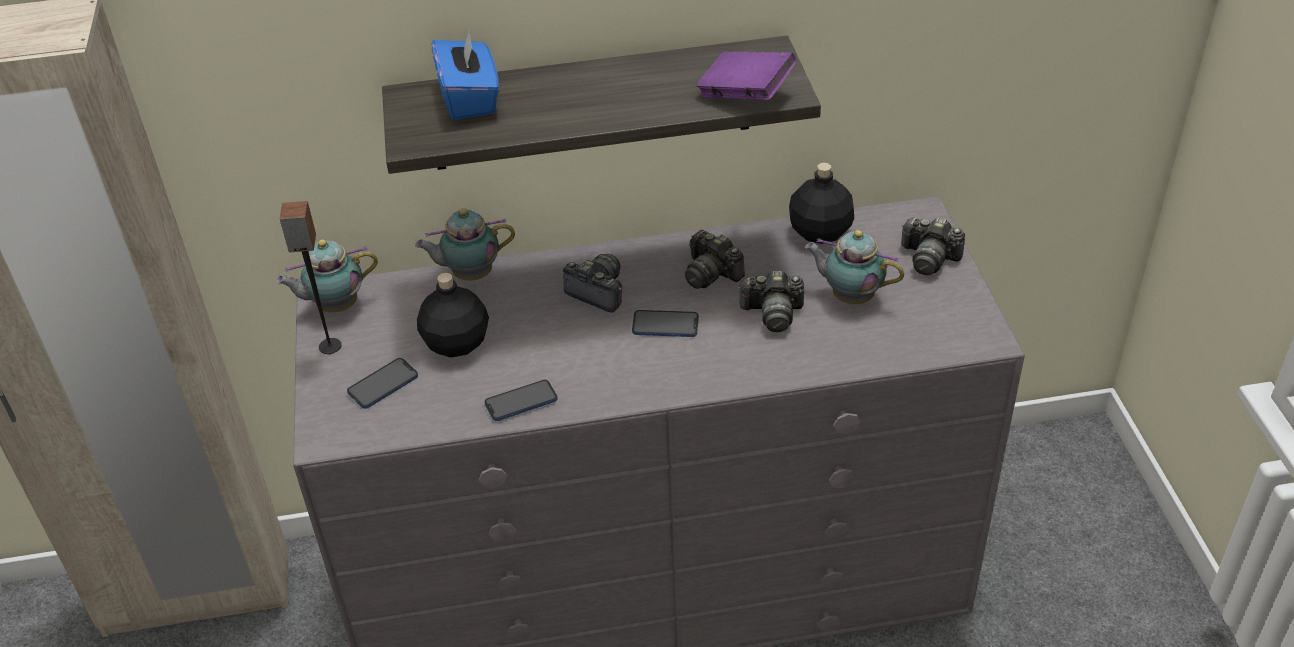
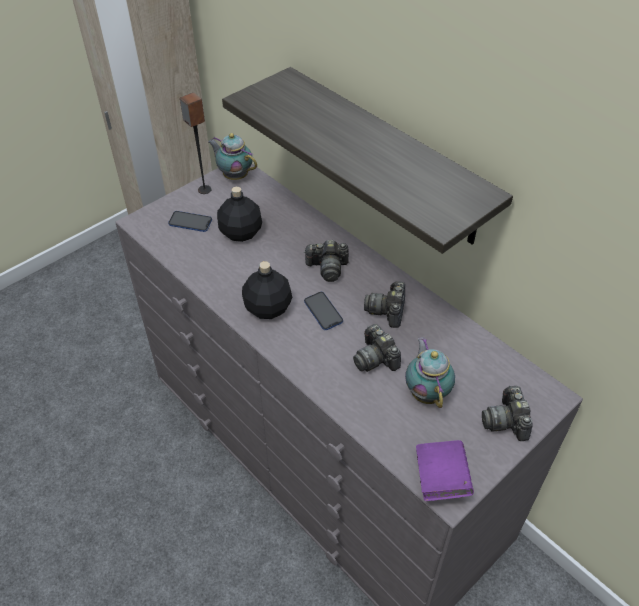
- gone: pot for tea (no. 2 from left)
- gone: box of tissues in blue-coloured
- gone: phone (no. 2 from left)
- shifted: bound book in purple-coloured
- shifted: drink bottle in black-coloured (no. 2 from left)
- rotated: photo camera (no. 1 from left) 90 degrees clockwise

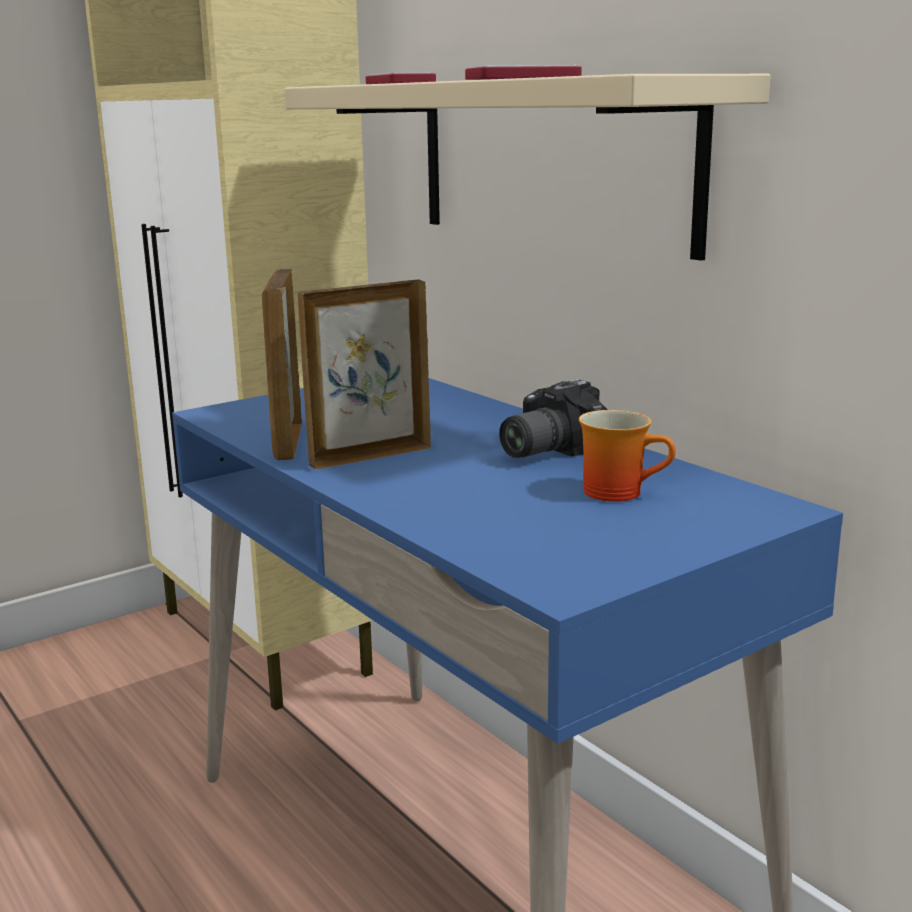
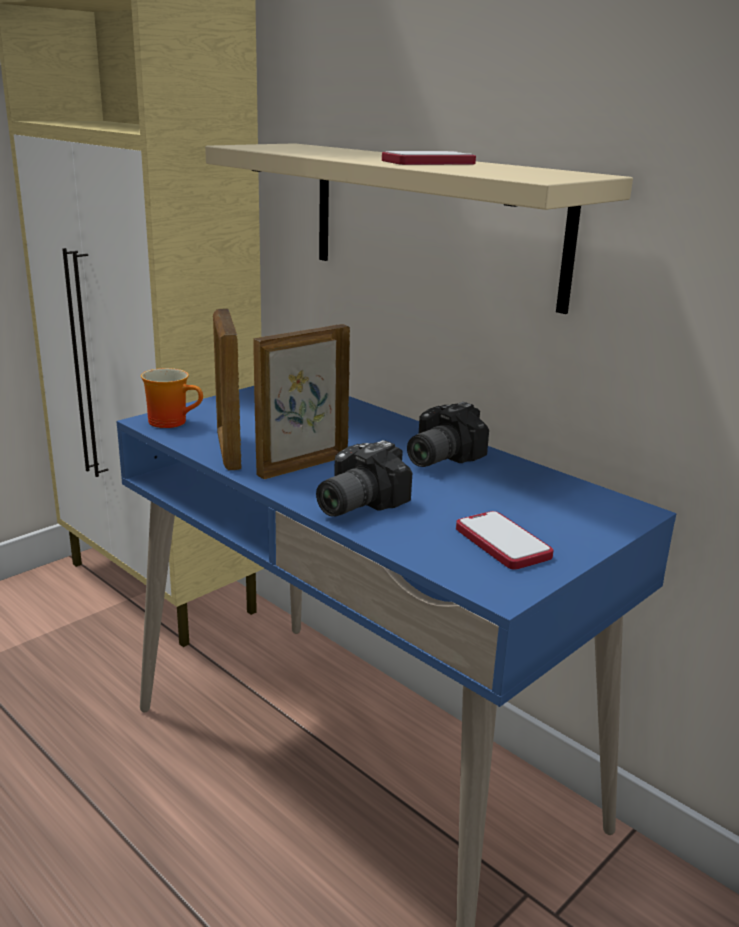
- new: photo camera (no. 1 from left)
- shifted: phone (no. 1 from left in the first image) to phone (no. 2 from left)
- shifted: mug

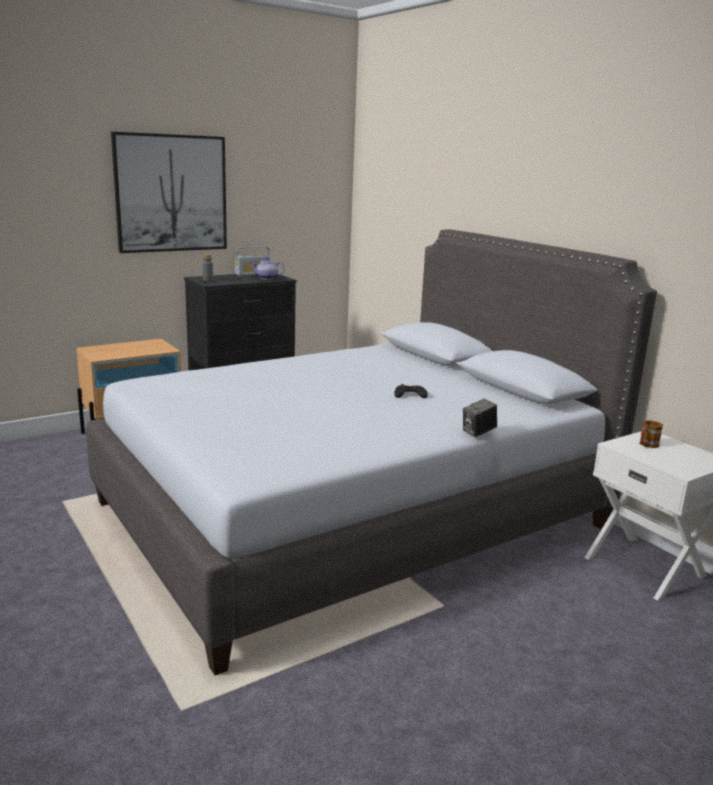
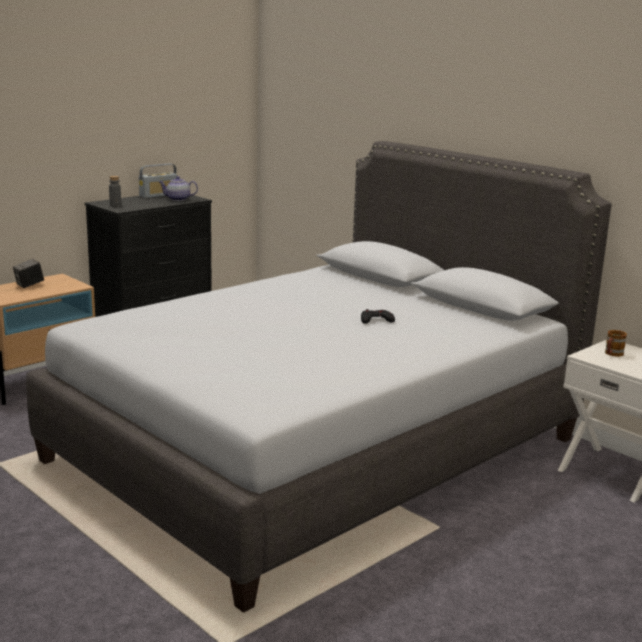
- gone: picture
- shifted: photo camera

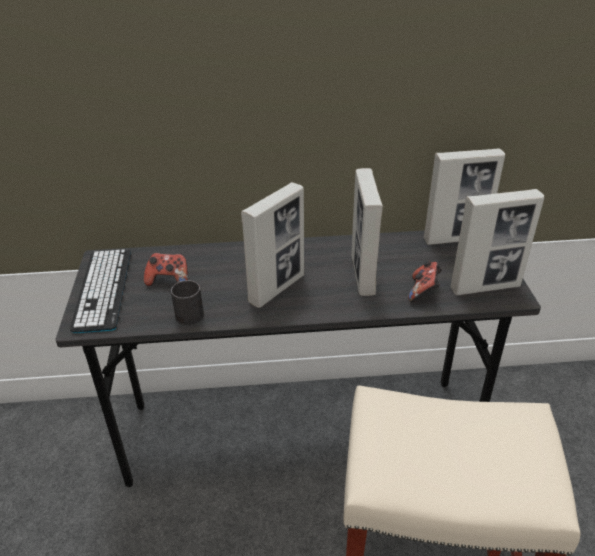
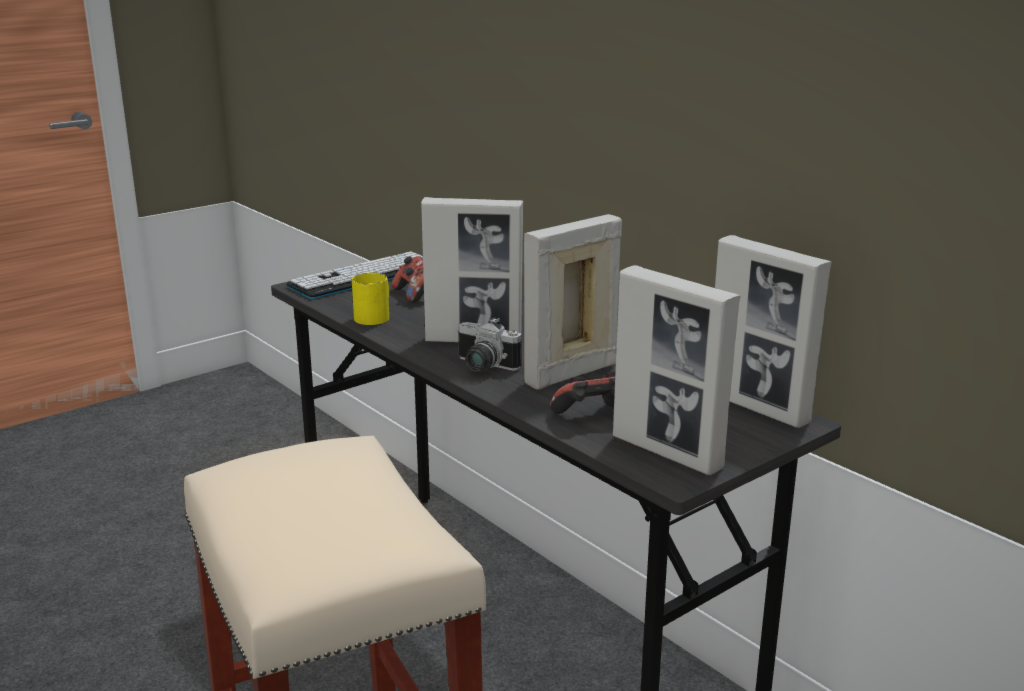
- new: photo camera
- repainted: mug in black-coloured to mug in yellow-coloured

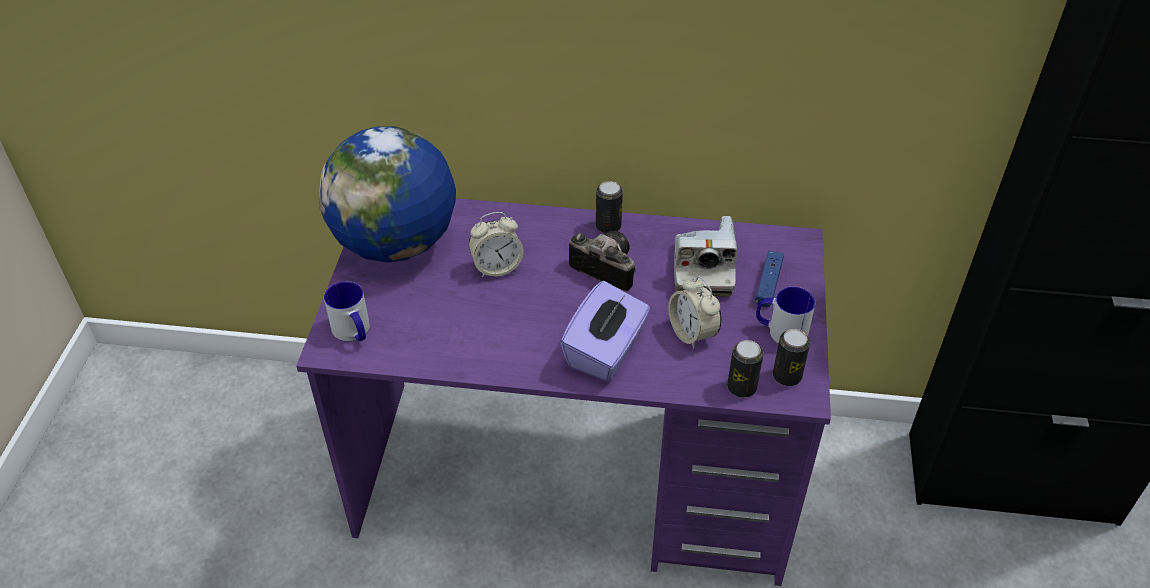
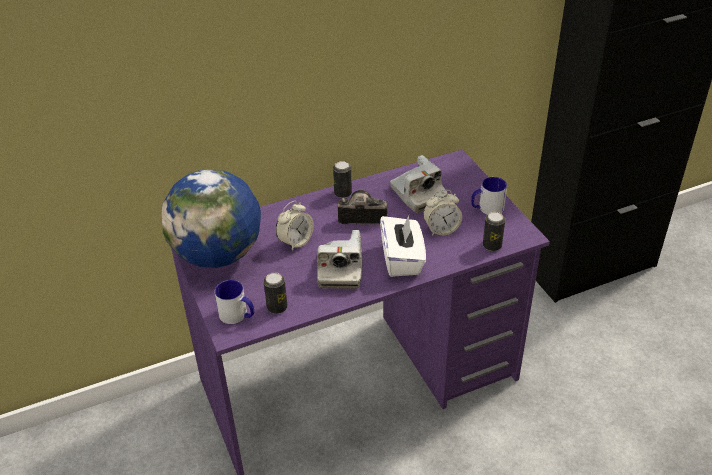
- gone: game controller in blue-coloured
- new: photo camera (no. 1 from left)
- shifted: can (no. 3 from left in the first image) to can (no. 1 from left)
- repainted: box of tissues in purple-coloured to box of tissues in white-coloured
- rotated: bedside clock (no. 2 from left) 45 degrees counterclockwise

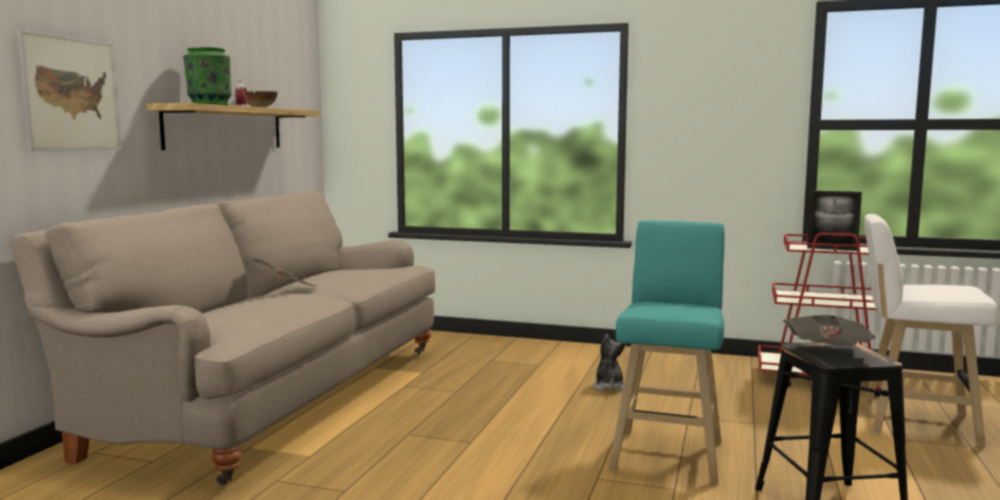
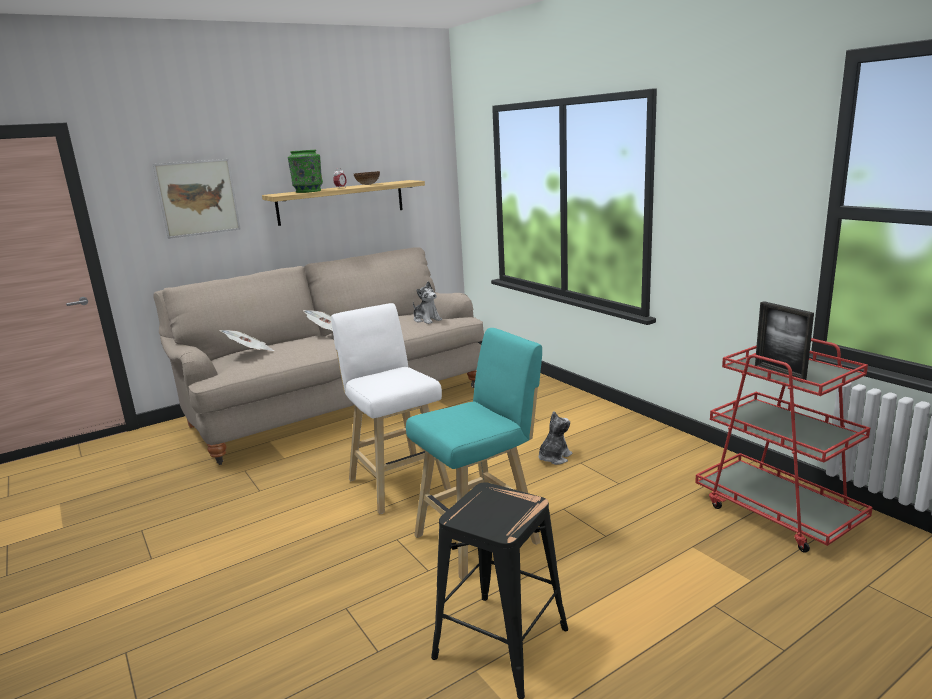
- new: soft toy (no. 1 from left)
- shifted: newspaper (no. 2 from left in the first image) to newspaper (no. 1 from left)
- shifted: sitting stool in white-coloured

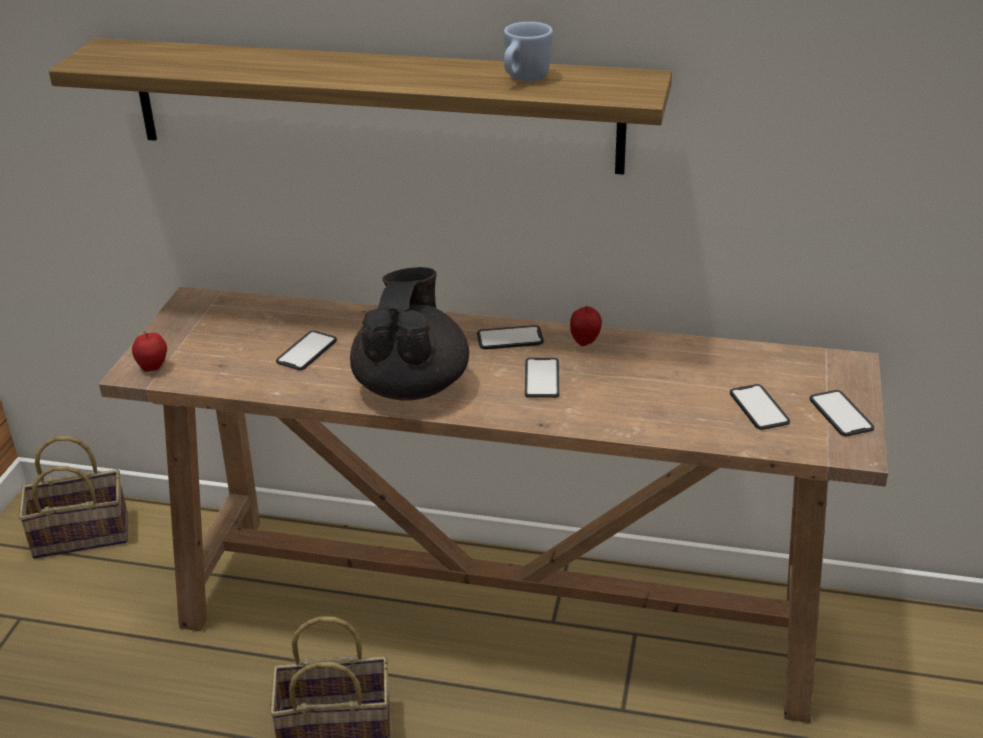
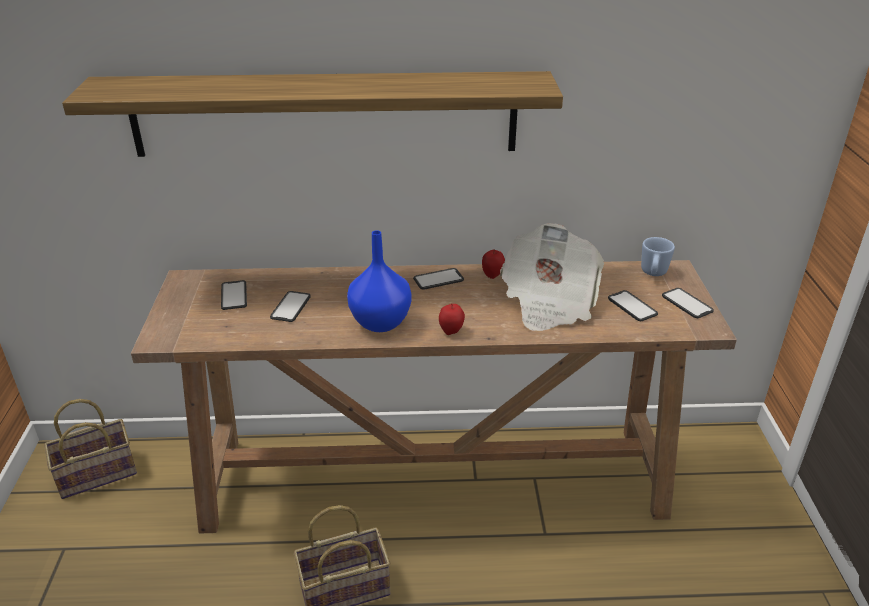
- new: newspaper
- shifted: apple fruit (no. 1 from left)
- shifted: mug in blue-coloured
- shifted: phone (no. 3 from left in the first image) to phone (no. 1 from left)
- swapped: pot for tea in black-coloured to vase in blue-coloured

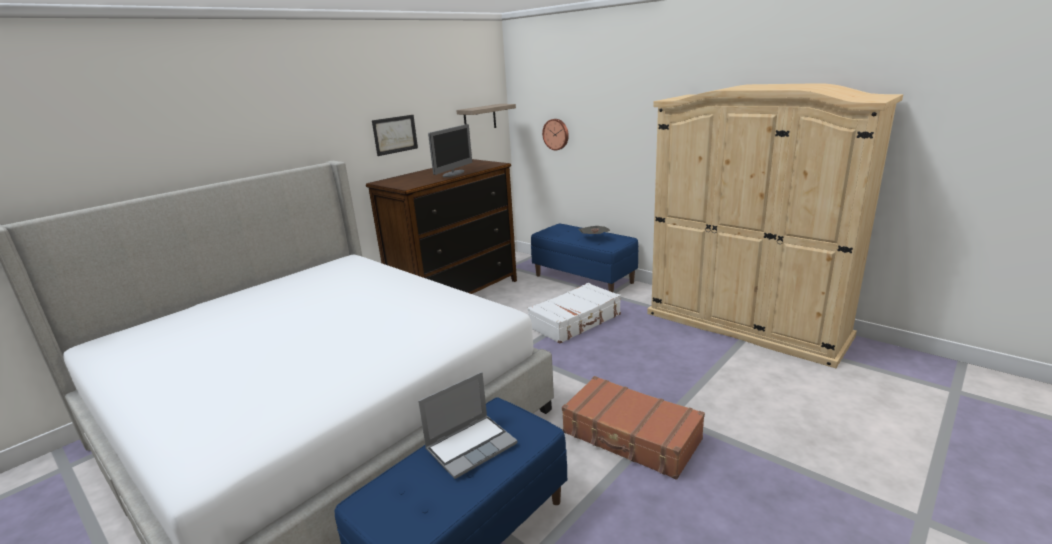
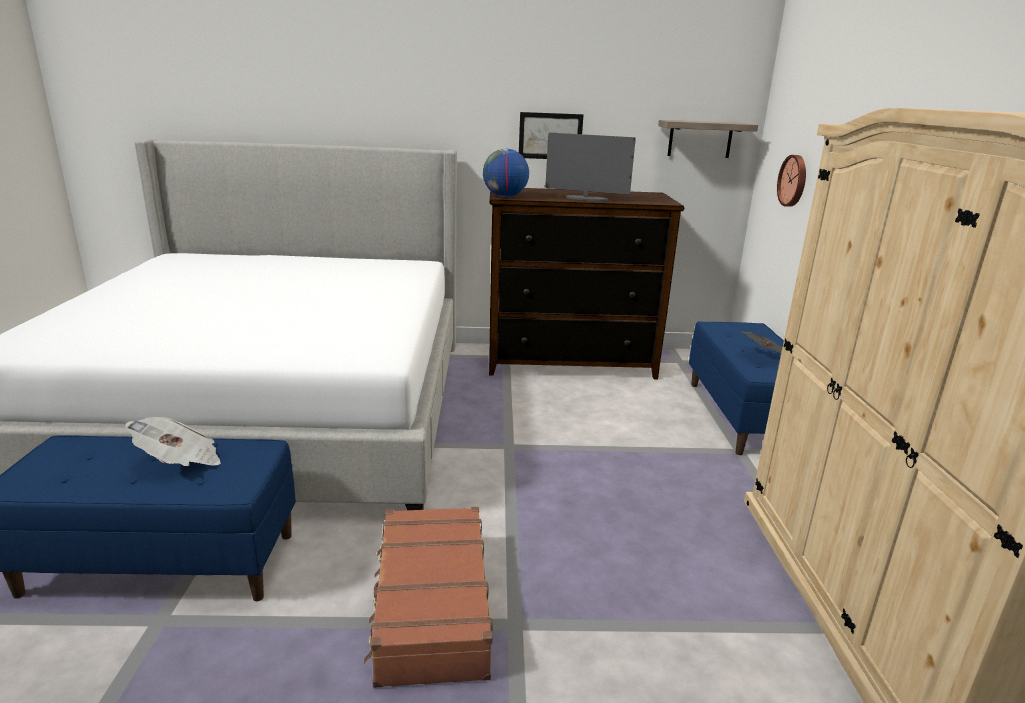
- gone: suitcase in white-coloured
- new: globe
- swapped: portable computer to newspaper (no. 1 from left)
- rotated: monitor 150 degrees counterclockwise

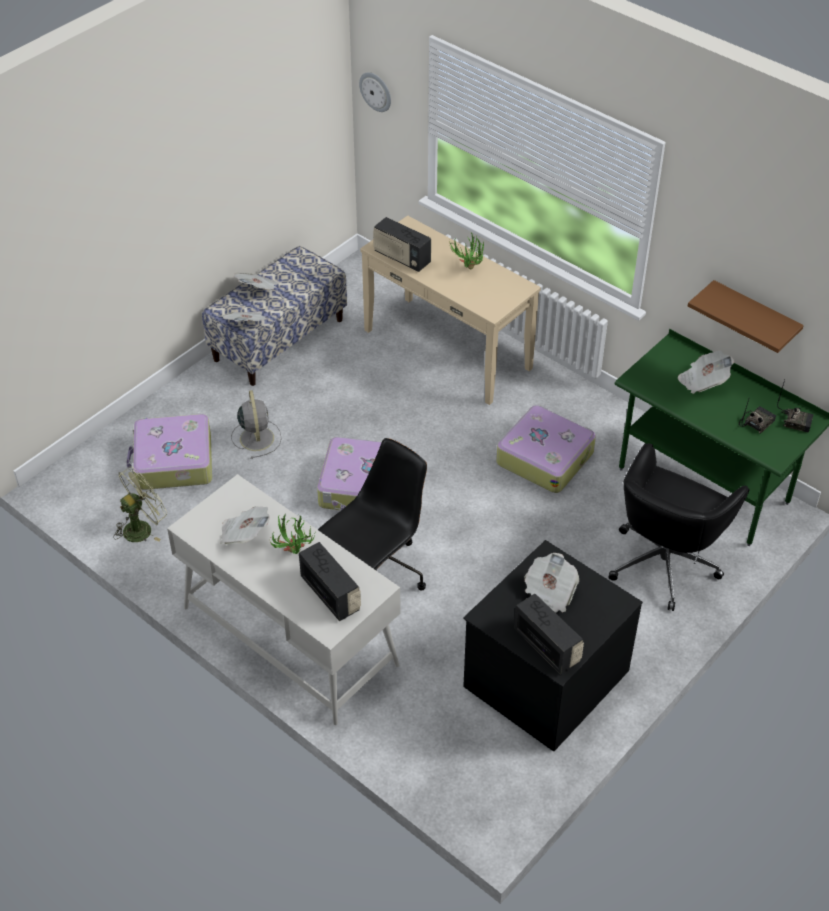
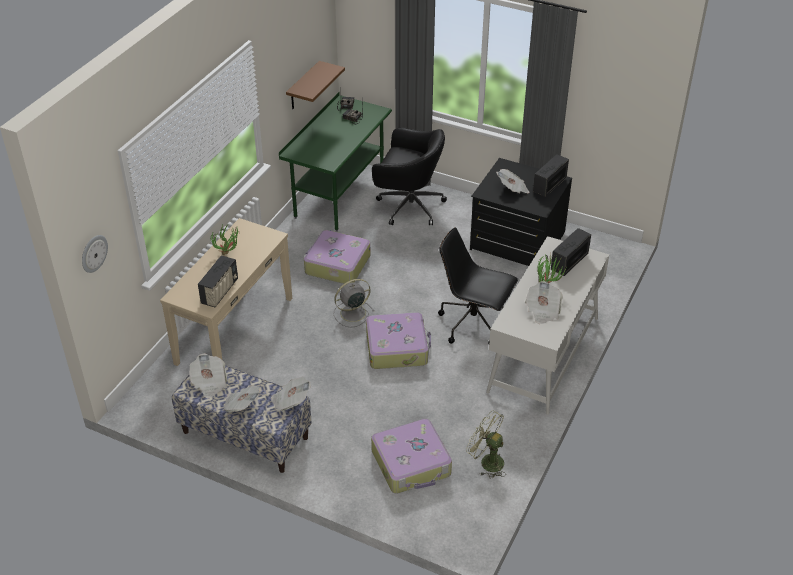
- shifted: electric fan in greyish
- shifted: newspaper (no. 5 from left in the first image) to newspaper (no. 1 from left)

